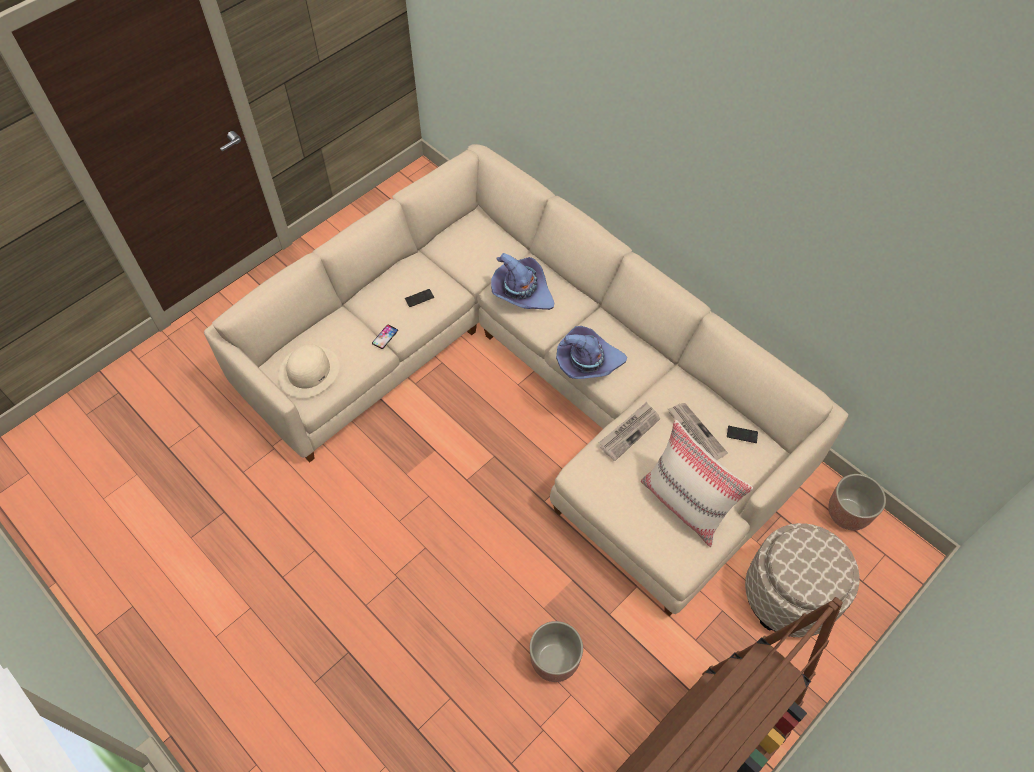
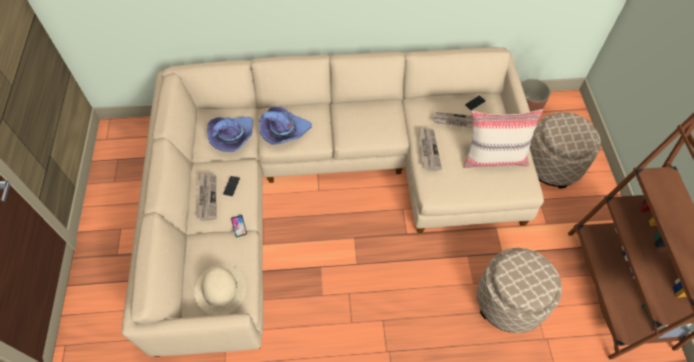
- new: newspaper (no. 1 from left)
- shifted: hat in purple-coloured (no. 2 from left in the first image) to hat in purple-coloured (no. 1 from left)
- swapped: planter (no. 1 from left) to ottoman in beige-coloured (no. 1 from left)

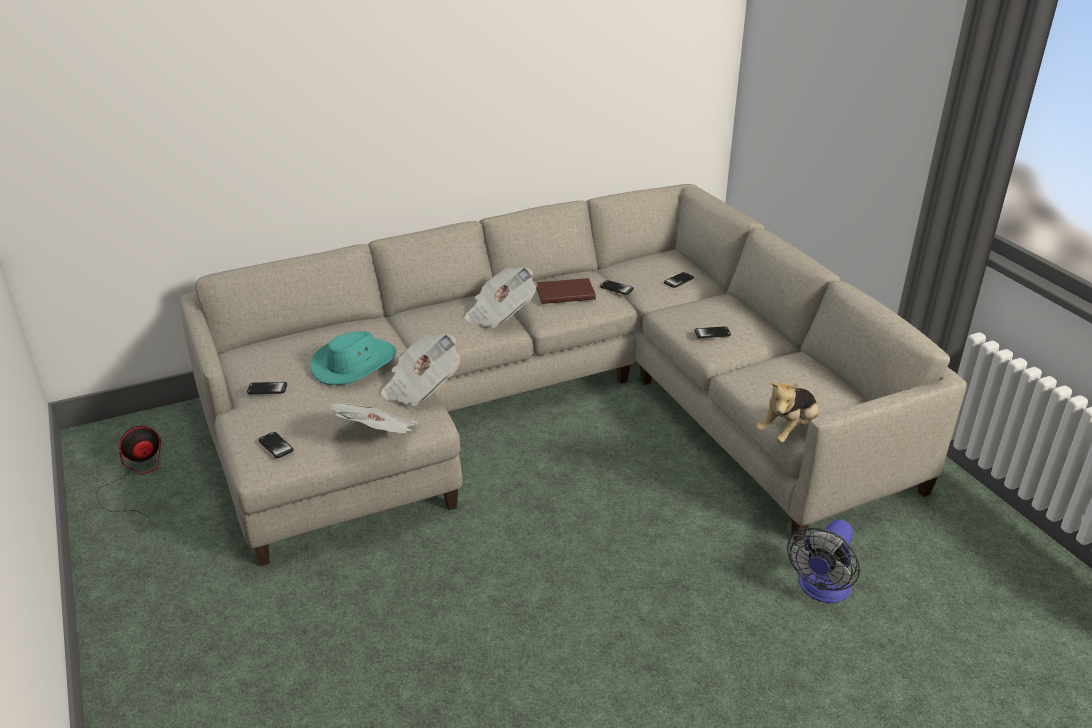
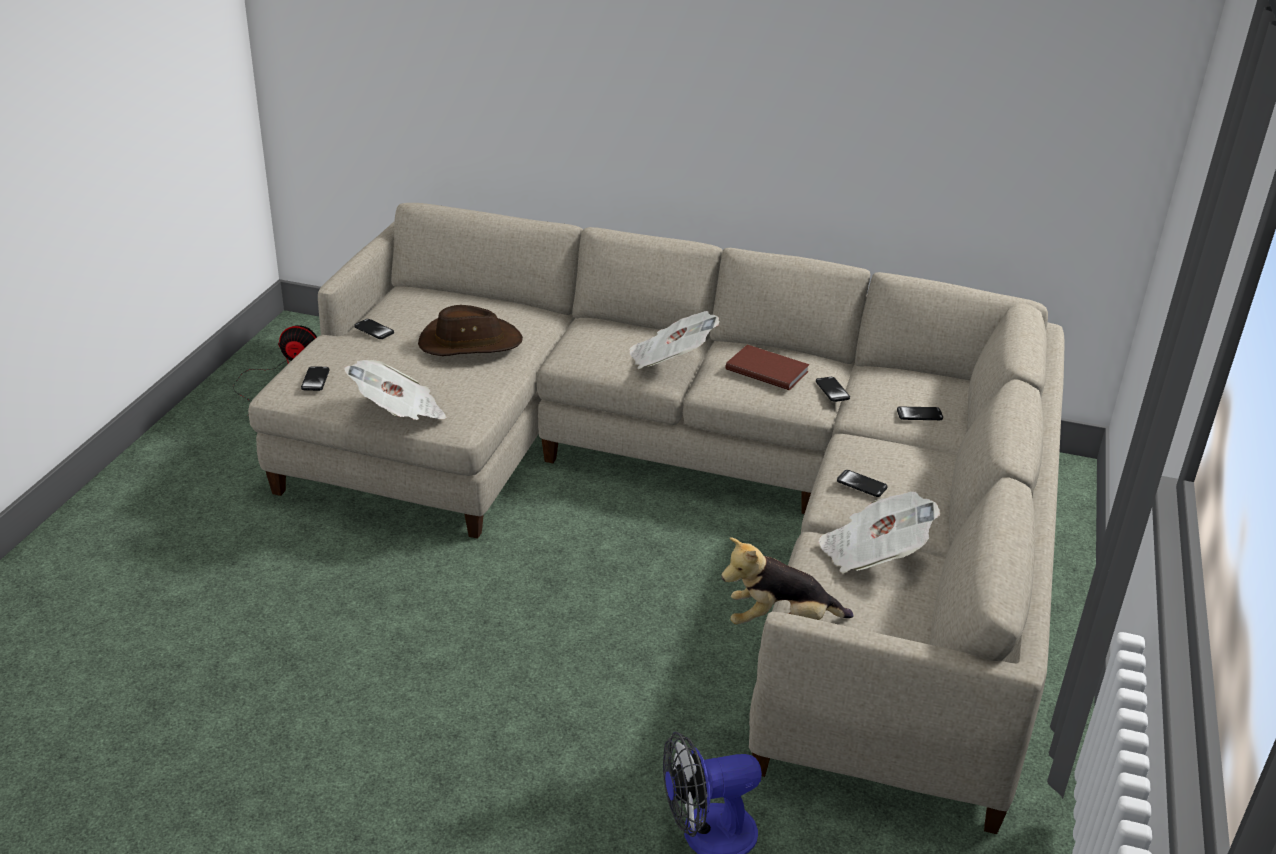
- shifted: newspaper (no. 2 from left in the first image) to newspaper (no. 3 from left)
- repainted: hat in turquoise to hat in brownish

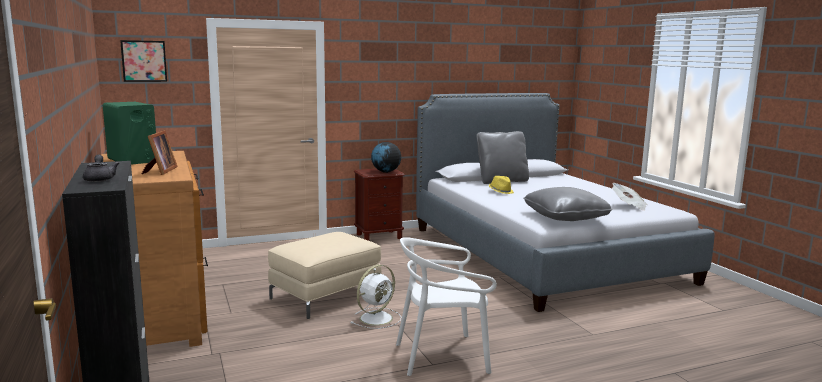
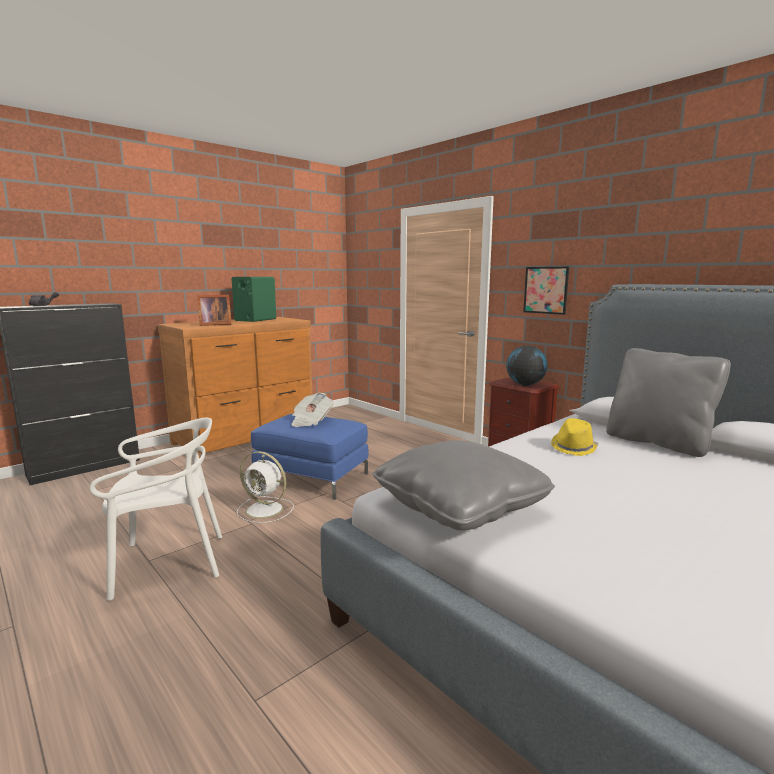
- shifted: picture
- shifted: newspaper
- repainted: ottoman in beige-coloured to ottoman in blue-coloured
- rotated: plain chair in white-coloured 105 degrees clockwise

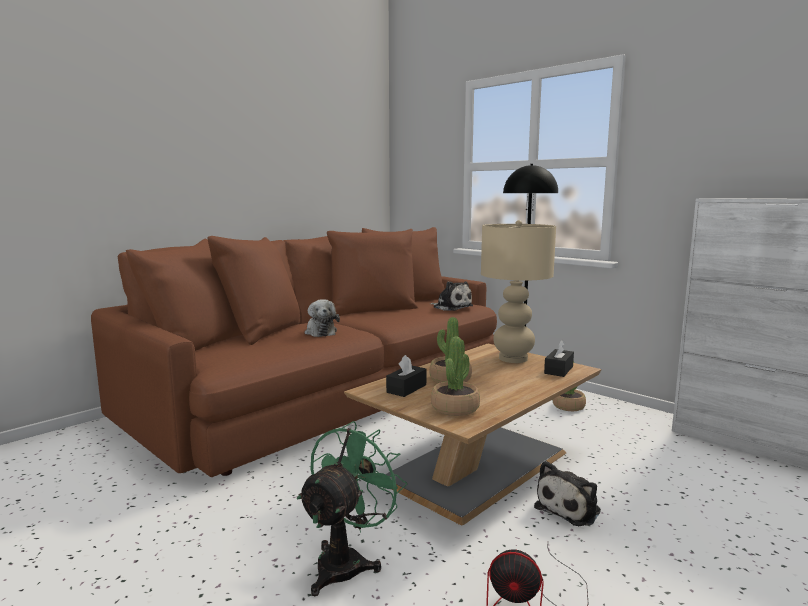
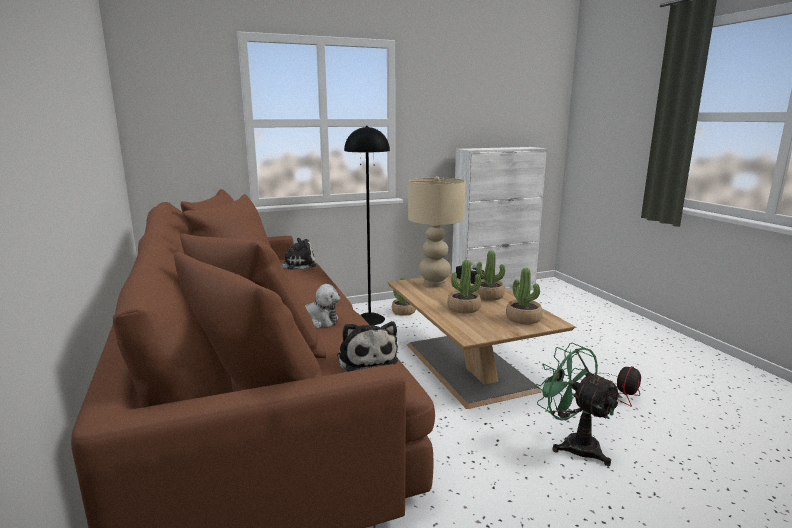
- gone: box of tissues in black-coloured (no. 1 from left)
- new: plant in a pot (no. 3 from left)
- shifted: soft toy (no. 3 from left)

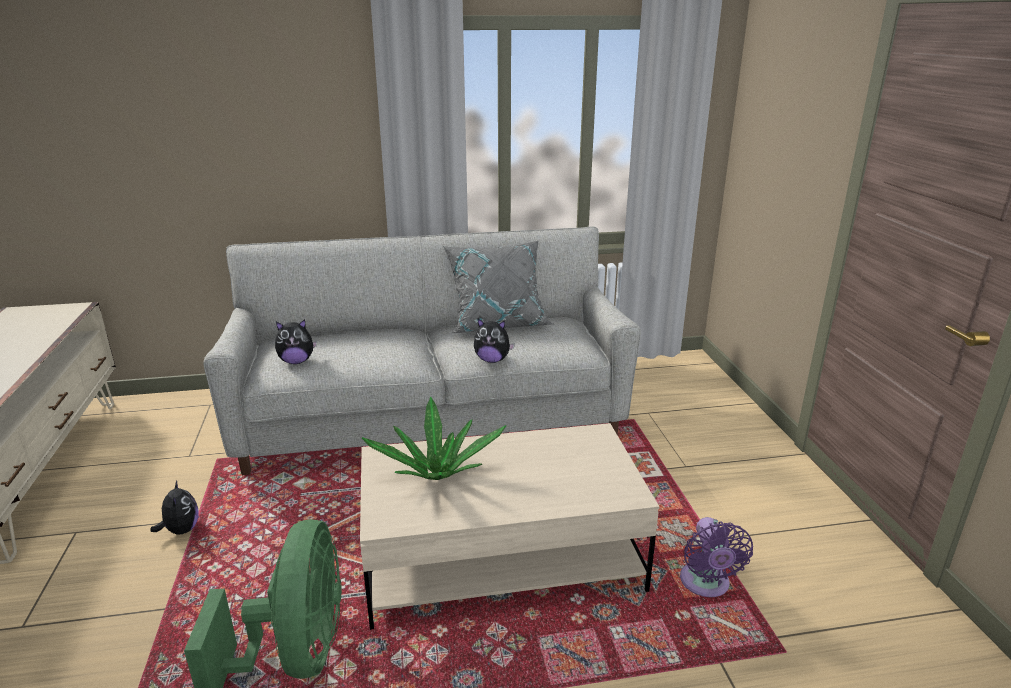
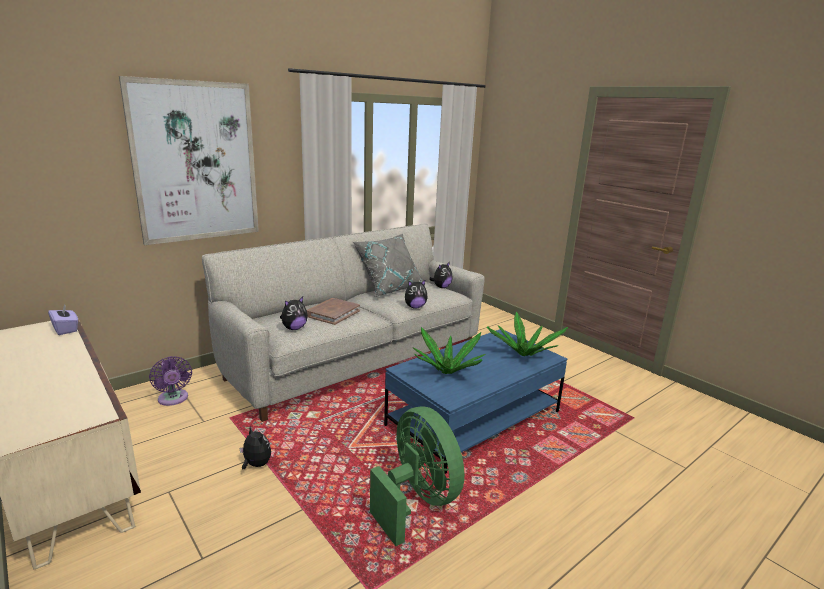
- new: box of tissues in purple-coloured
- new: picture
- new: bound book in brownish
- new: soft toy (no. 4 from left)
- new: plant in a pot (no. 2 from left)
- shifted: electric fan in purple-coloured
- repainted: lounge table in beige-coloured to lounge table in blue-coloured

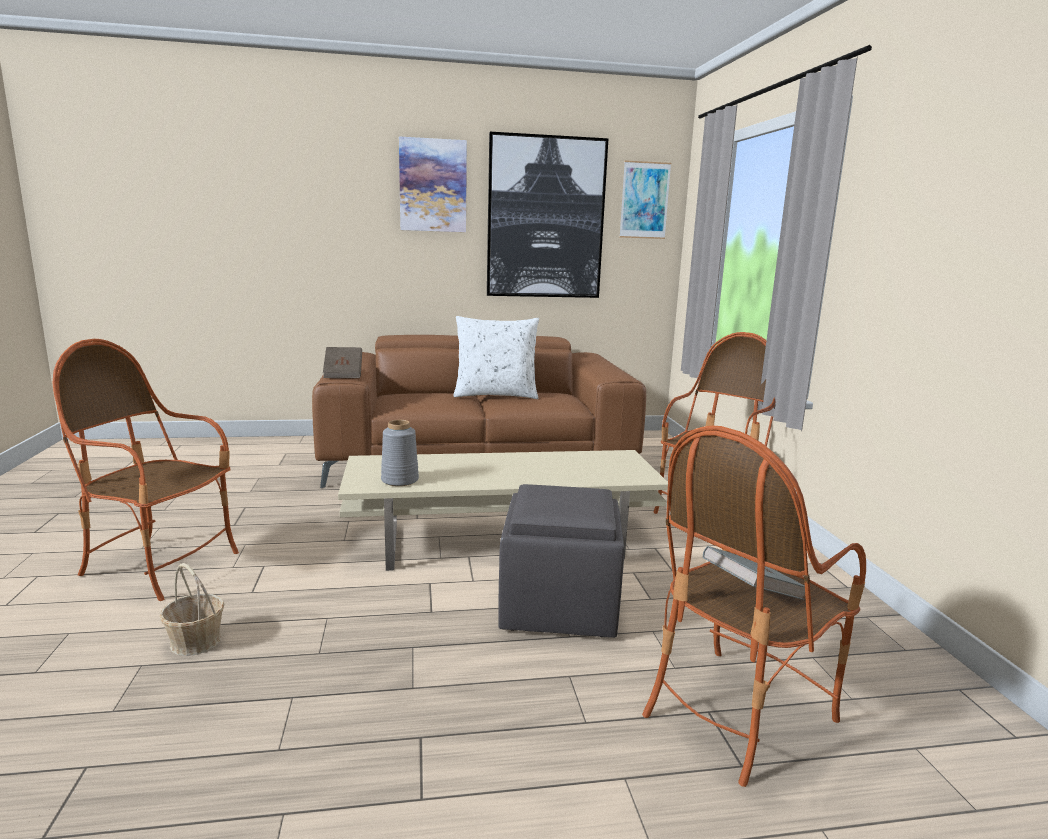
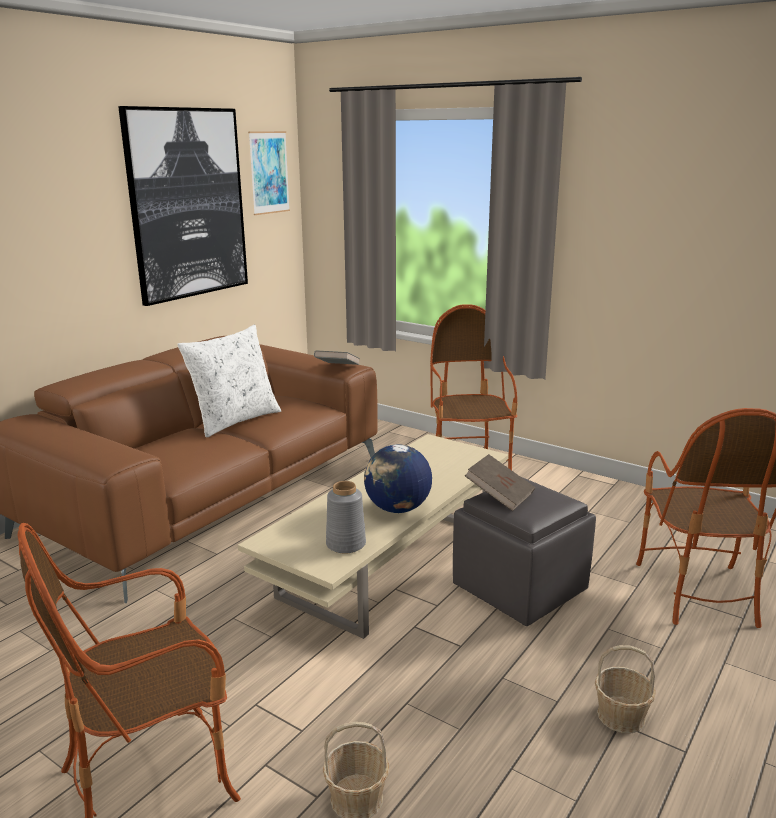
- gone: picture (no. 1 from left)
- new: globe
- new: basket (no. 2 from left)
- shifted: bound book in brownish
- shifted: bound book in greyish

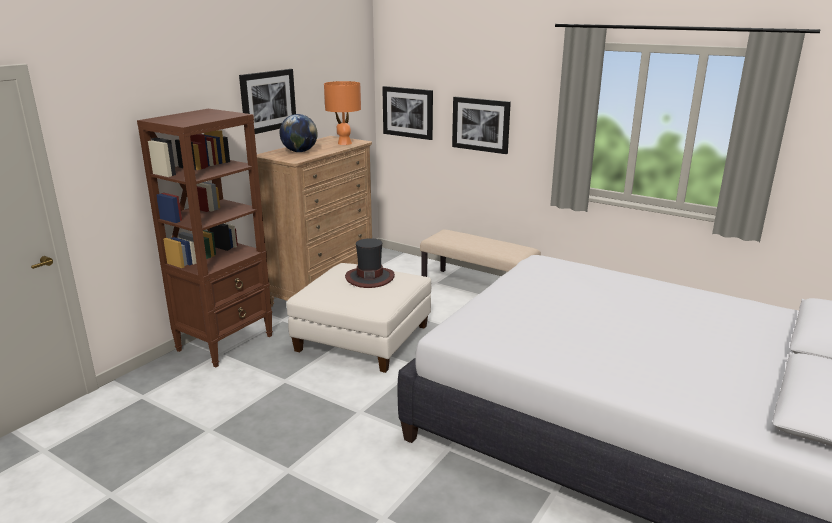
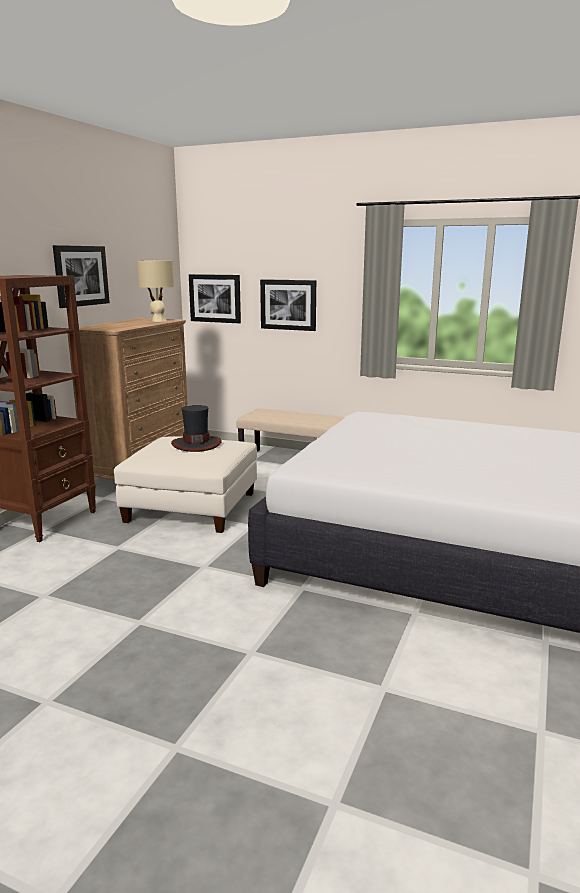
- gone: globe
- repainted: tabletop lamp in orange to tabletop lamp in beige-coloured

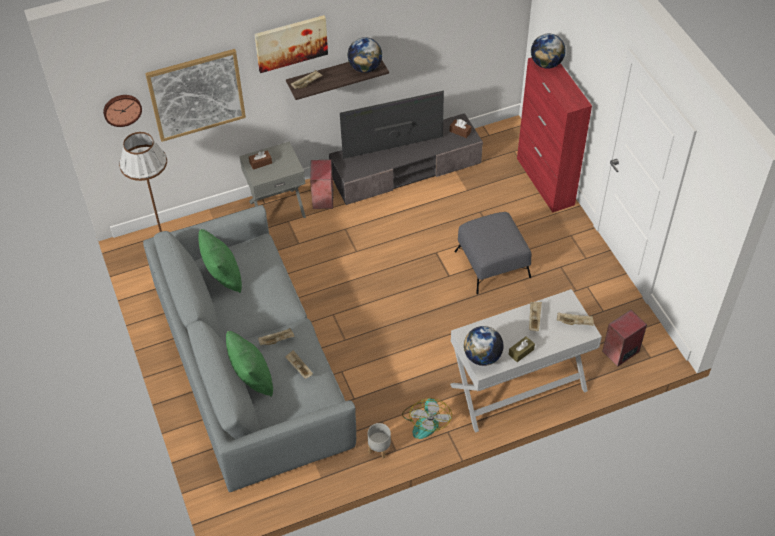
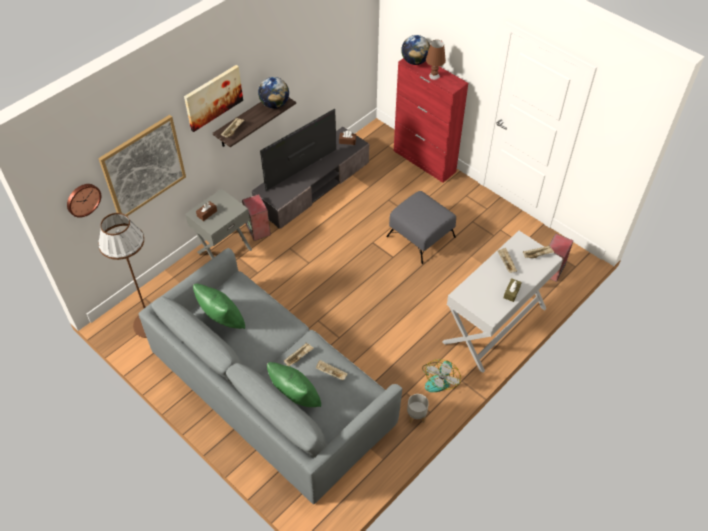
- gone: globe (no. 2 from left)
- new: tabletop lamp in brownish
- rotated: electric fan 45 degrees clockwise

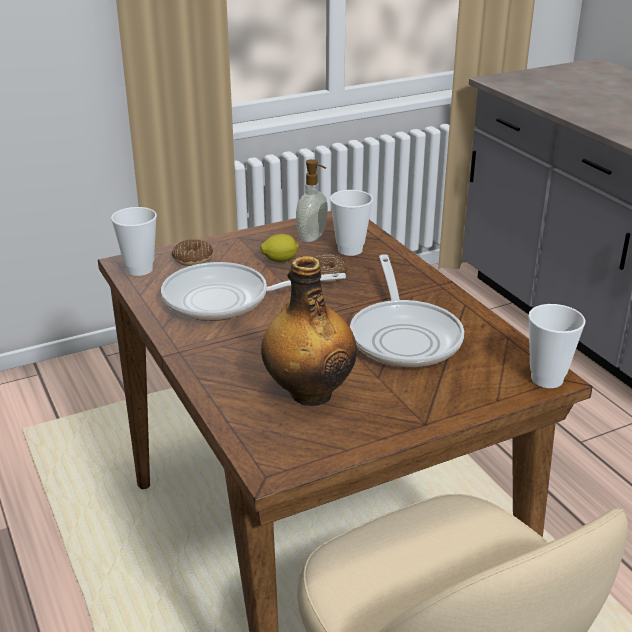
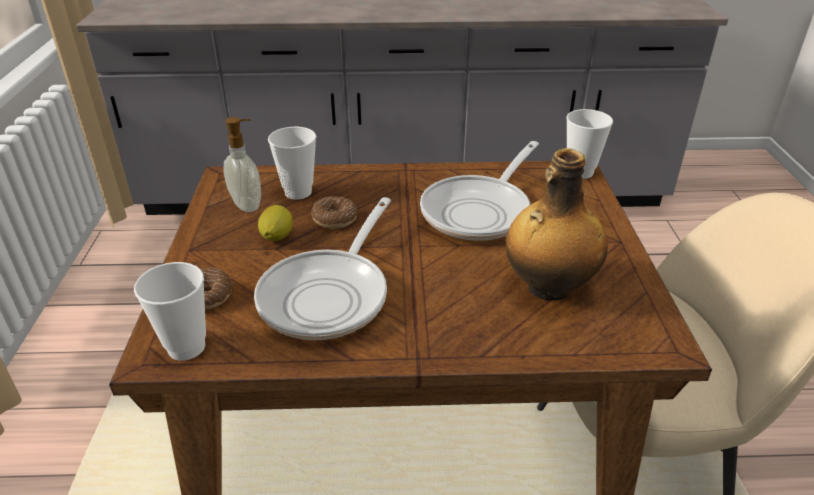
- rotated: skillet (no. 2 from left) 105 degrees clockwise

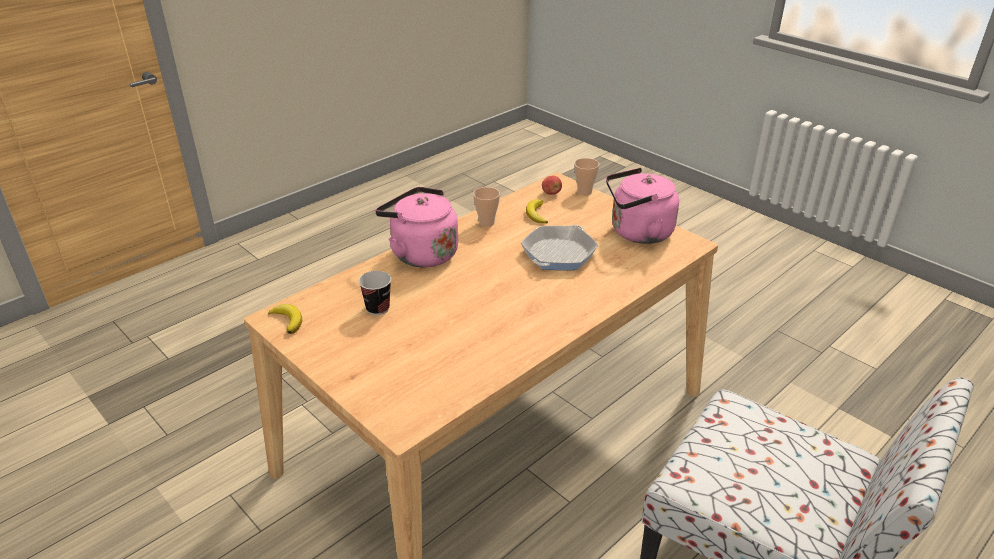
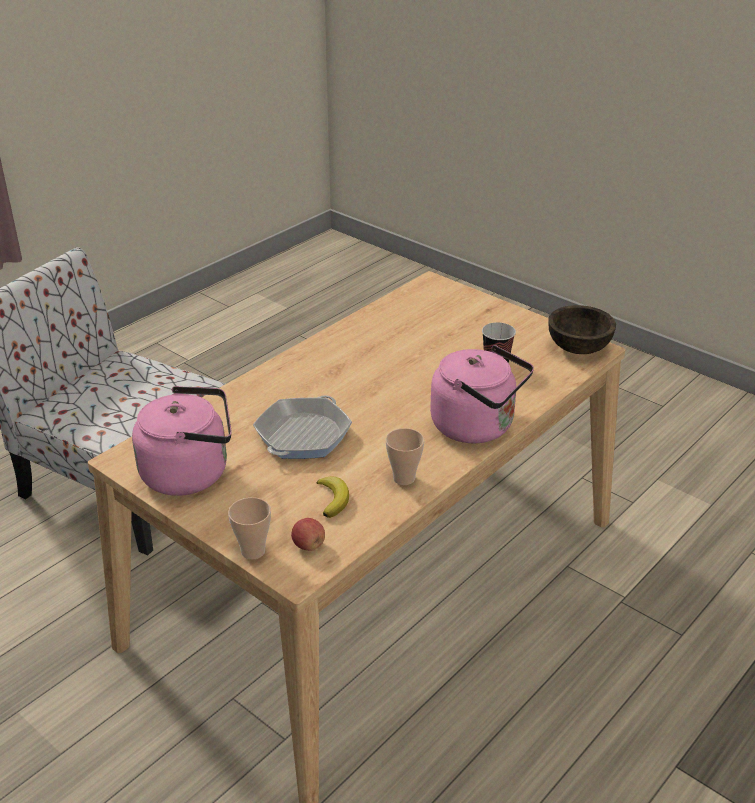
- swapped: banana (no. 1 from left) to bowl in brownish

